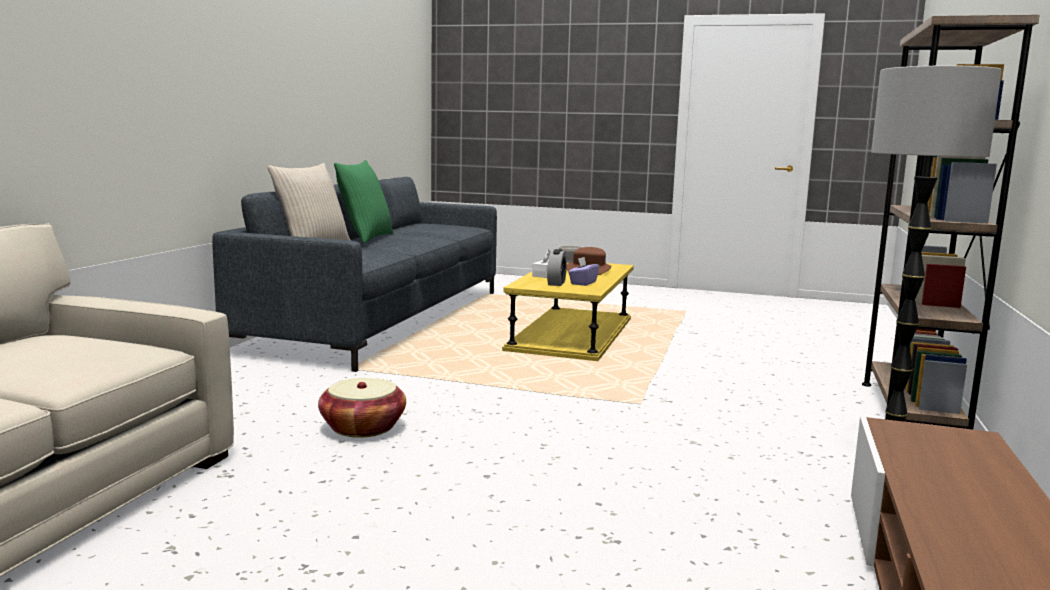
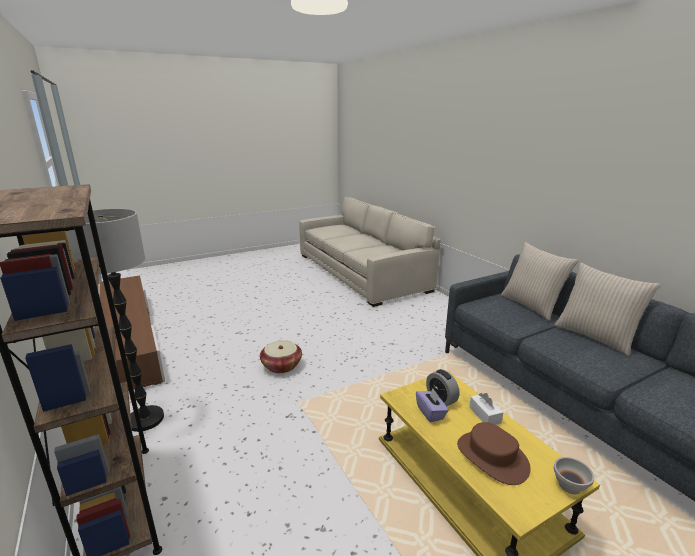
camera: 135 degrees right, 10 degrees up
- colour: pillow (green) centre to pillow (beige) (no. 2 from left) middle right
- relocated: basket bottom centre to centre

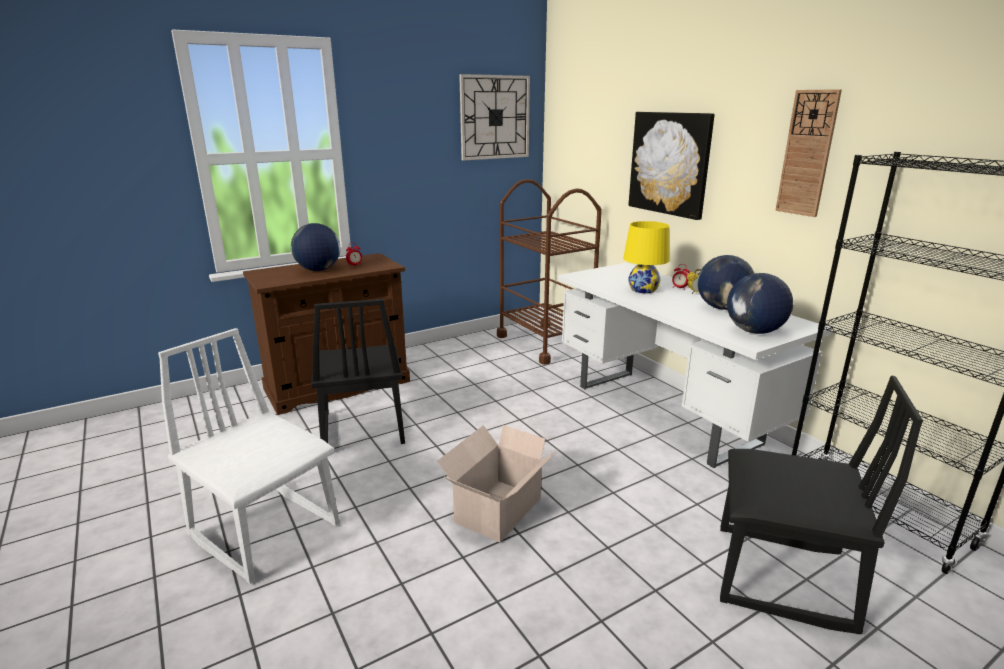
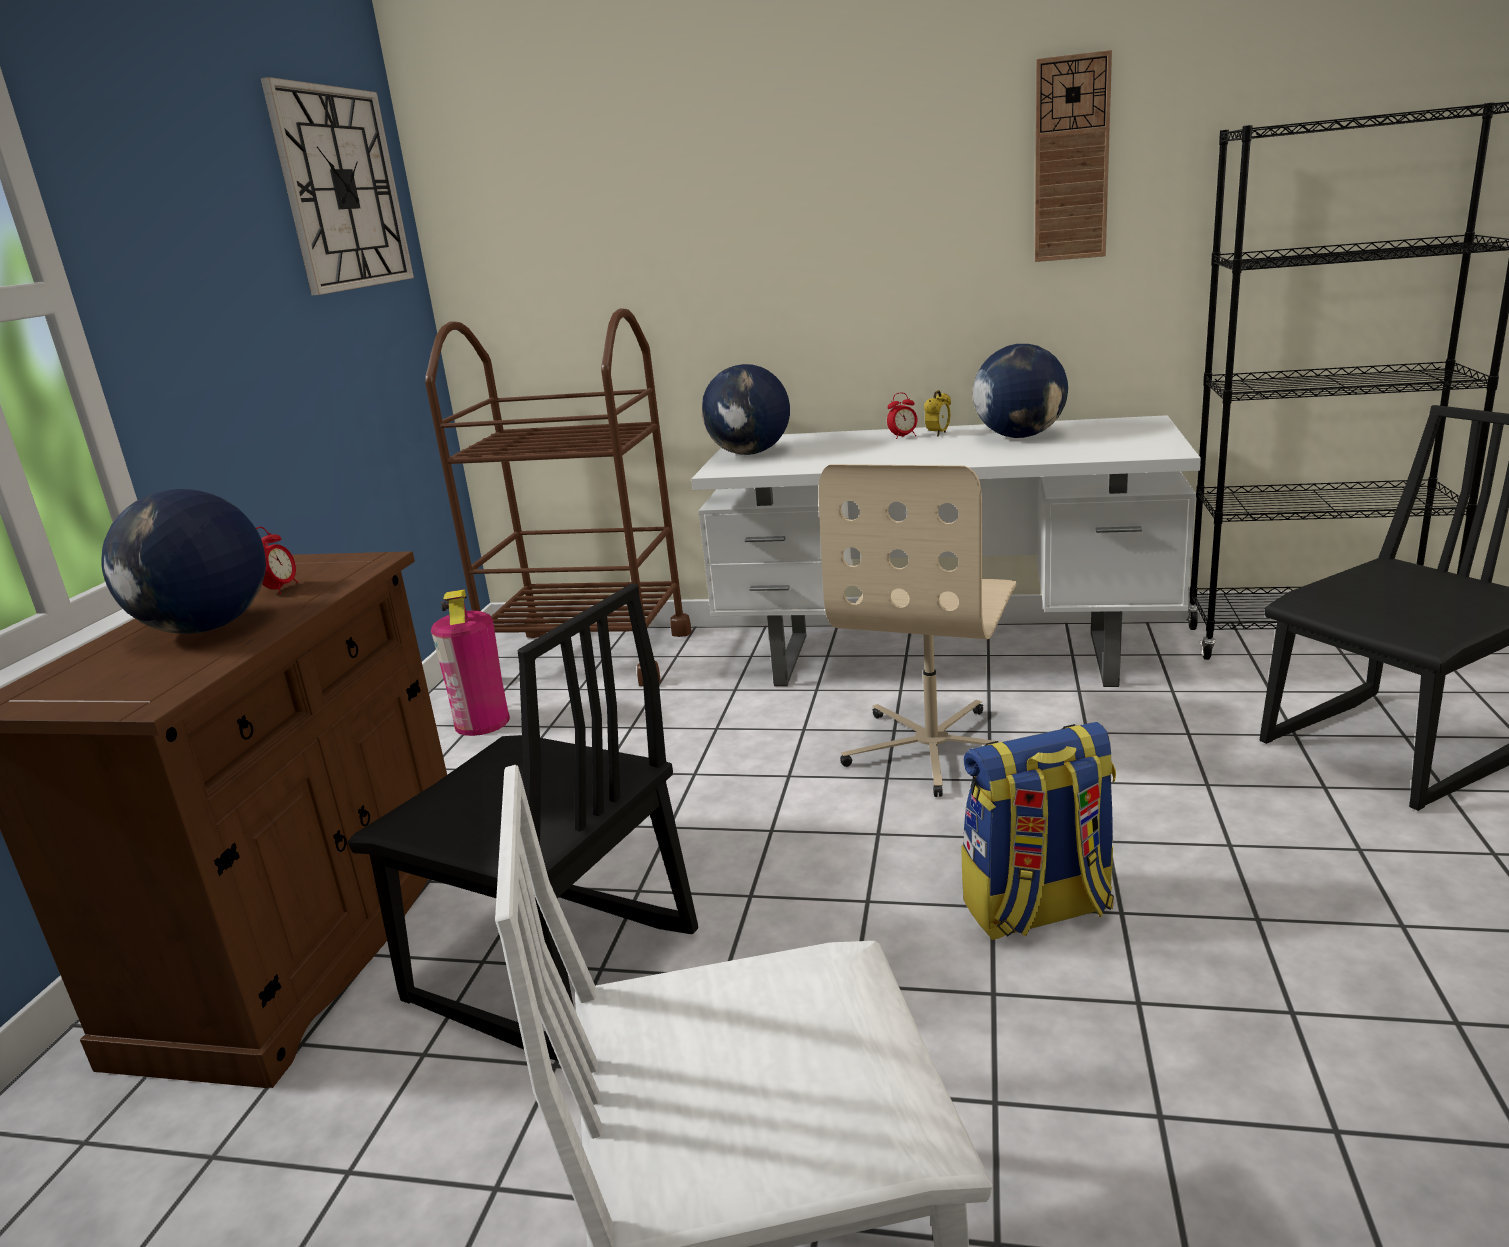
camera: 45 degrees left, 0 degrees up
- missing: picture top right
- missing: table lamp (yellow) centre
- relocated: globe (no. 3 from left in the first image) middle right to globe (no. 2 from left) top centre
- exchanged: cardboard box bottom centre to backpack middle right
- appeared: office chair (beige) centre
- appeared: fire extinguisher middle left

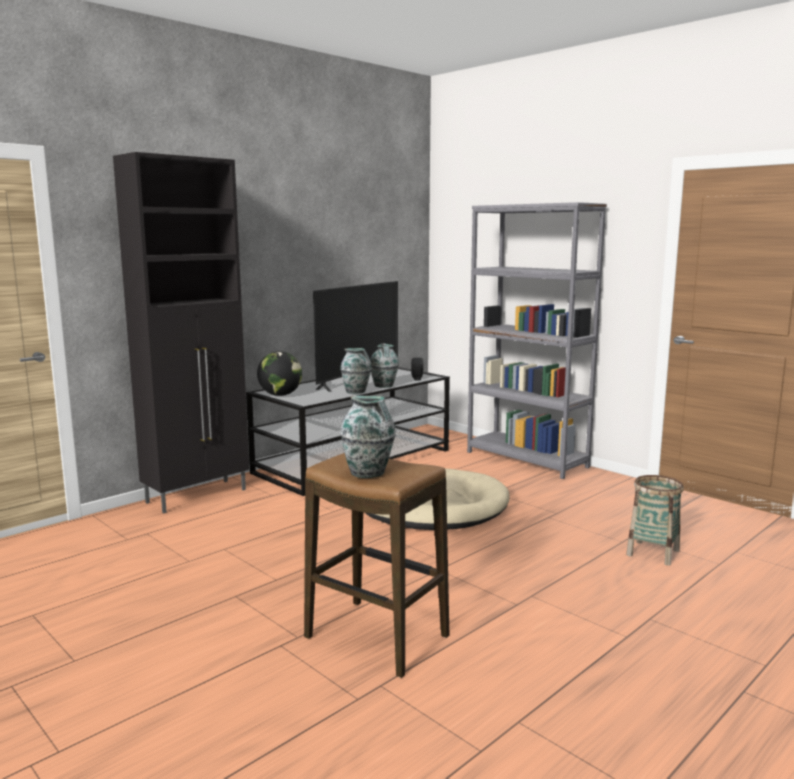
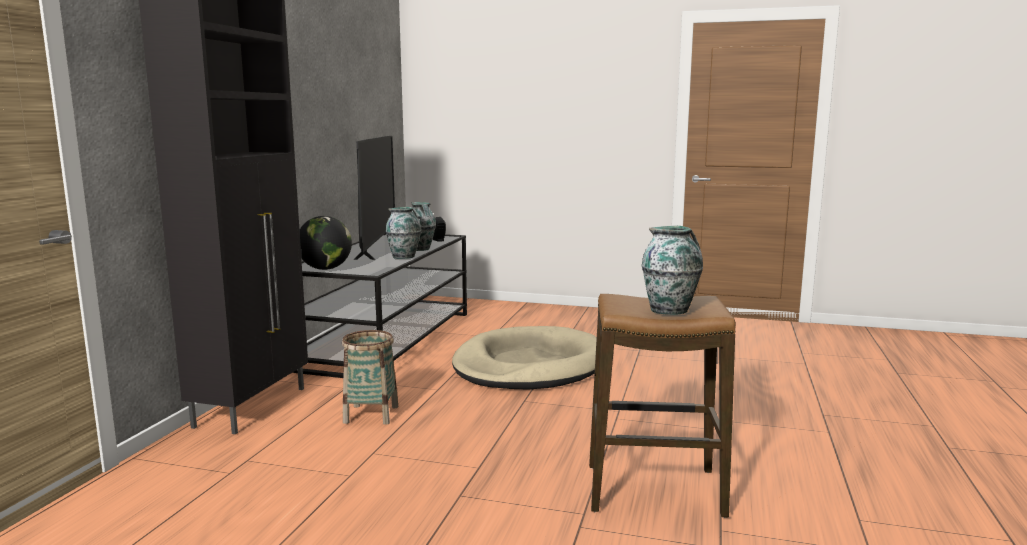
camera: 30 degrees left, 0 degrees up
- missing: bookcase (grey) middle right
- relocated: basket bottom right to bottom centre

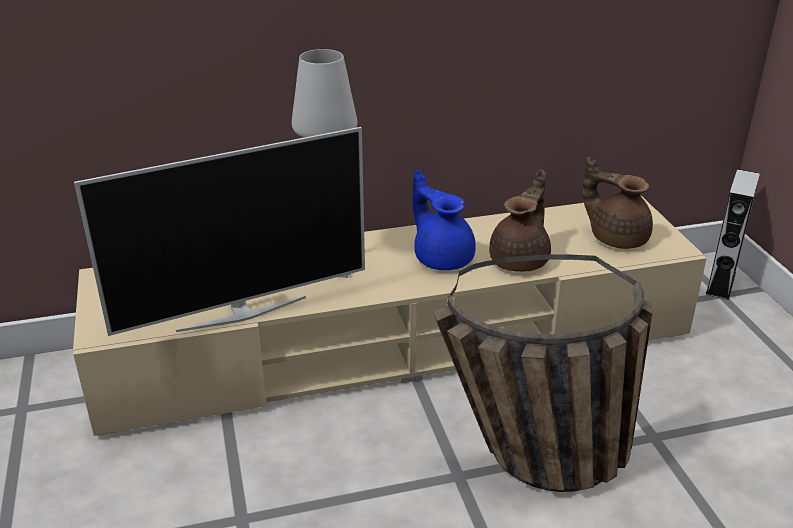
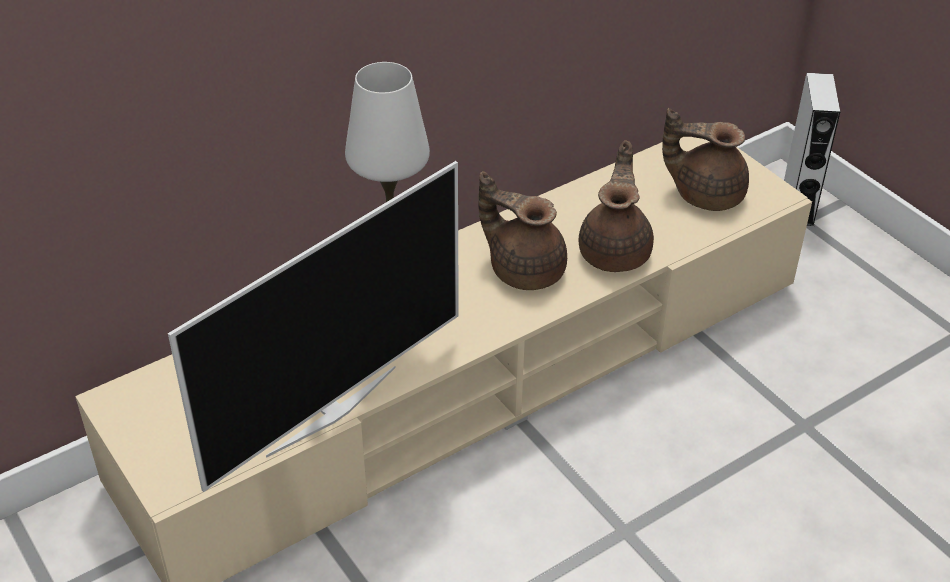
camera: 20 degrees left, 10 degrees up
- colour: teapot (blue) centre to teapot (brown) (no. 1 from left) centre
- missing: basket bottom right

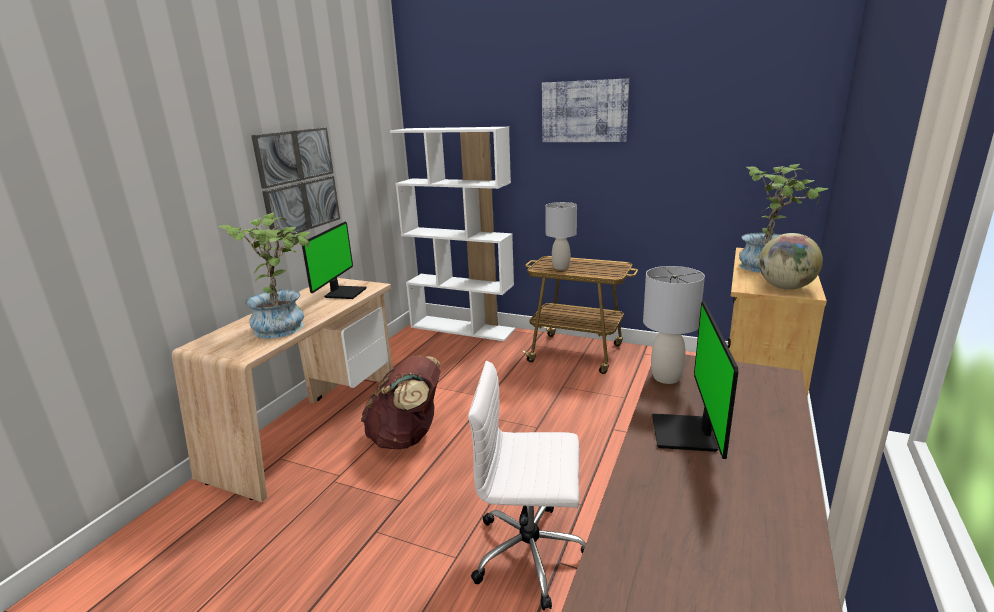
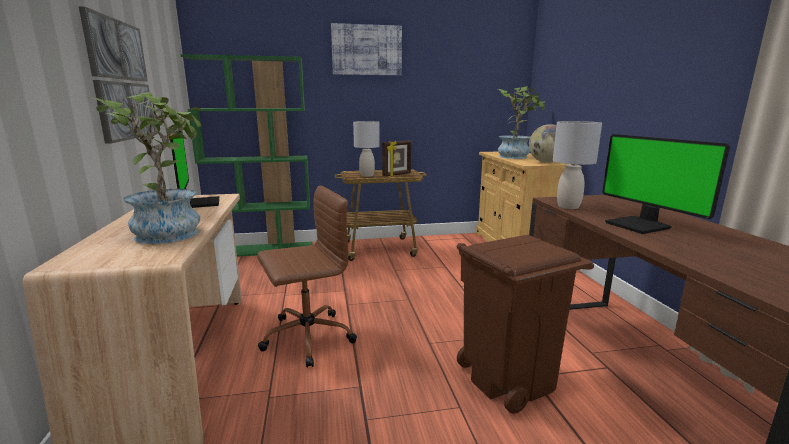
camera: 35 degrees left, 5 degrees down
- colour: bookcase (white) centre to bookcase (green) middle left
- exchanged: backpack (brown) centre to office chair (brown) centre
- exchanged: office chair (white) bottom centre to trash can (brown) bottom centre
- appeared: picture frame centre

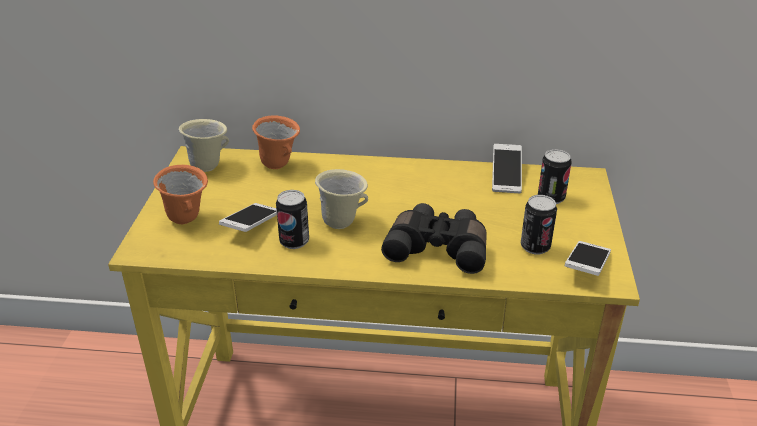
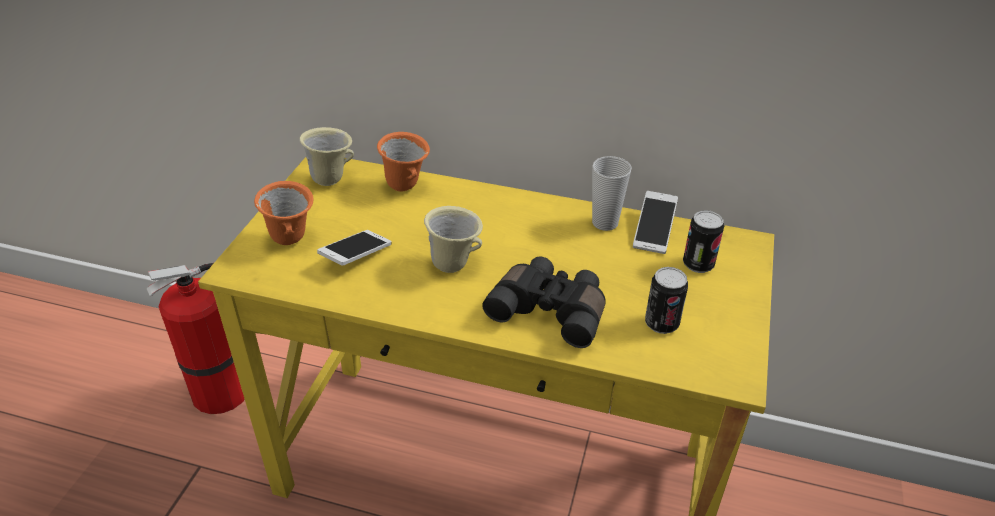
camera: 10 degrees right, 5 degrees up
- missing: can (no. 1 from left) centre
- missing: phone (no. 3 from left) middle right
- appeared: cup centre
- appeared: fire extinguisher middle left

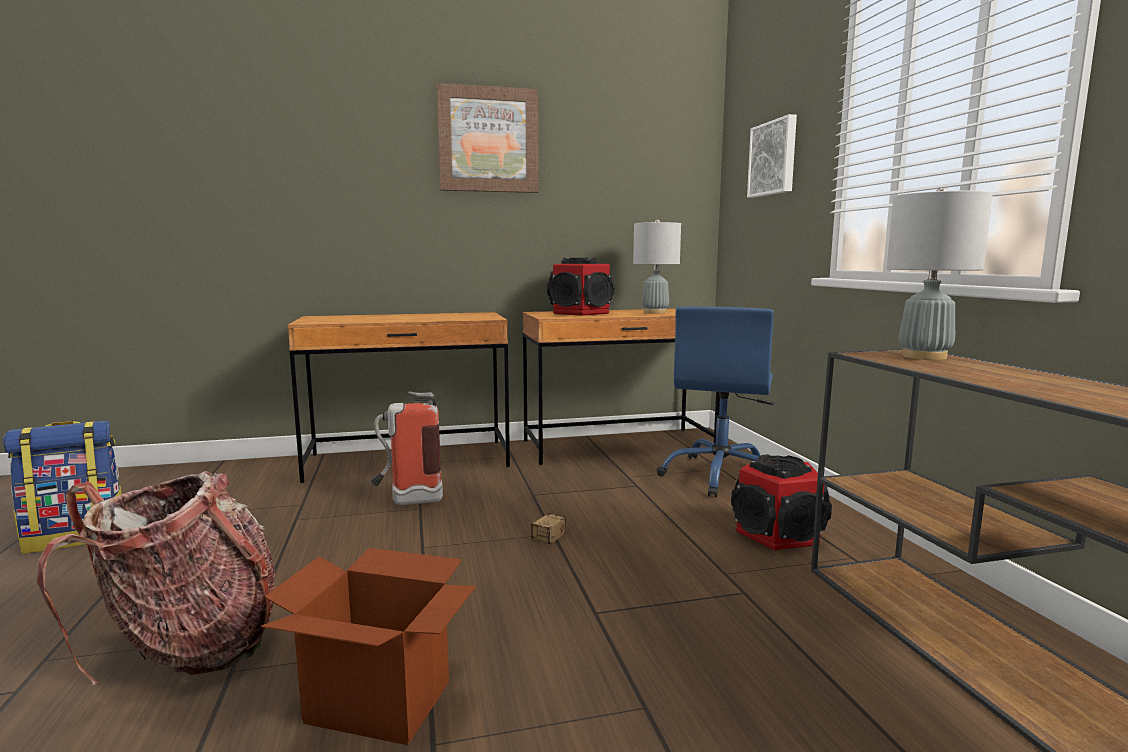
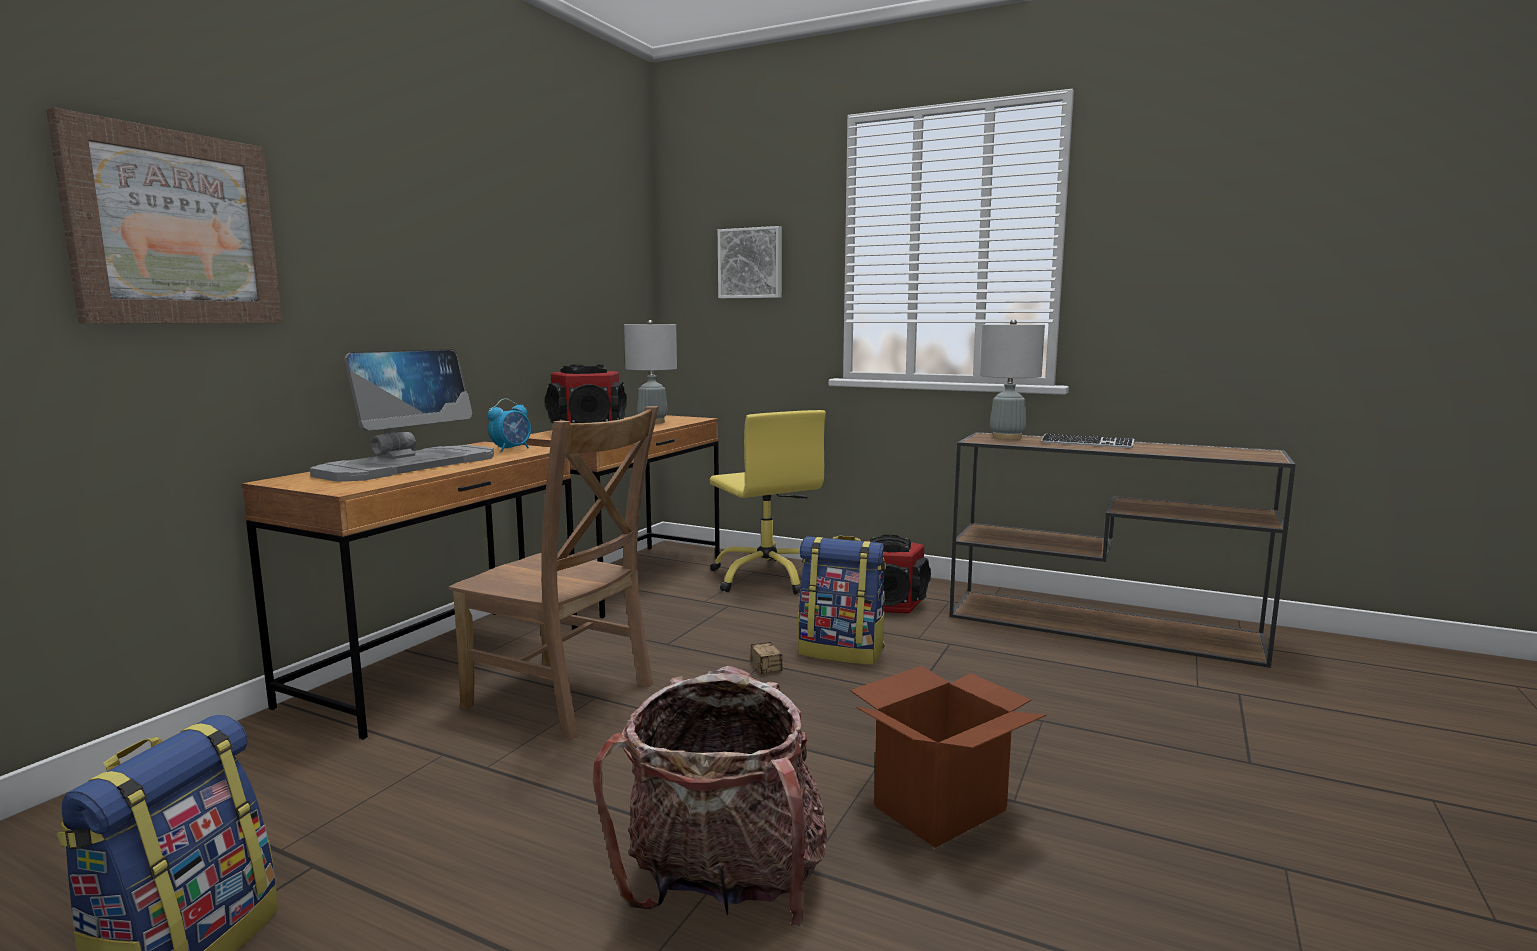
camera: 50 degrees left, 0 degrees up
- relocated: picture (no. 1 from left) top centre to top left
- colour: office chair (blue) centre to office chair (yellow) centre
- exchanged: fire extinguisher centre to chair (brown) centre
- appeared: monitor middle left
- appeared: alarm clock middle left
- appeared: keyboard middle right
- appeared: backpack (no. 3 from left) centre

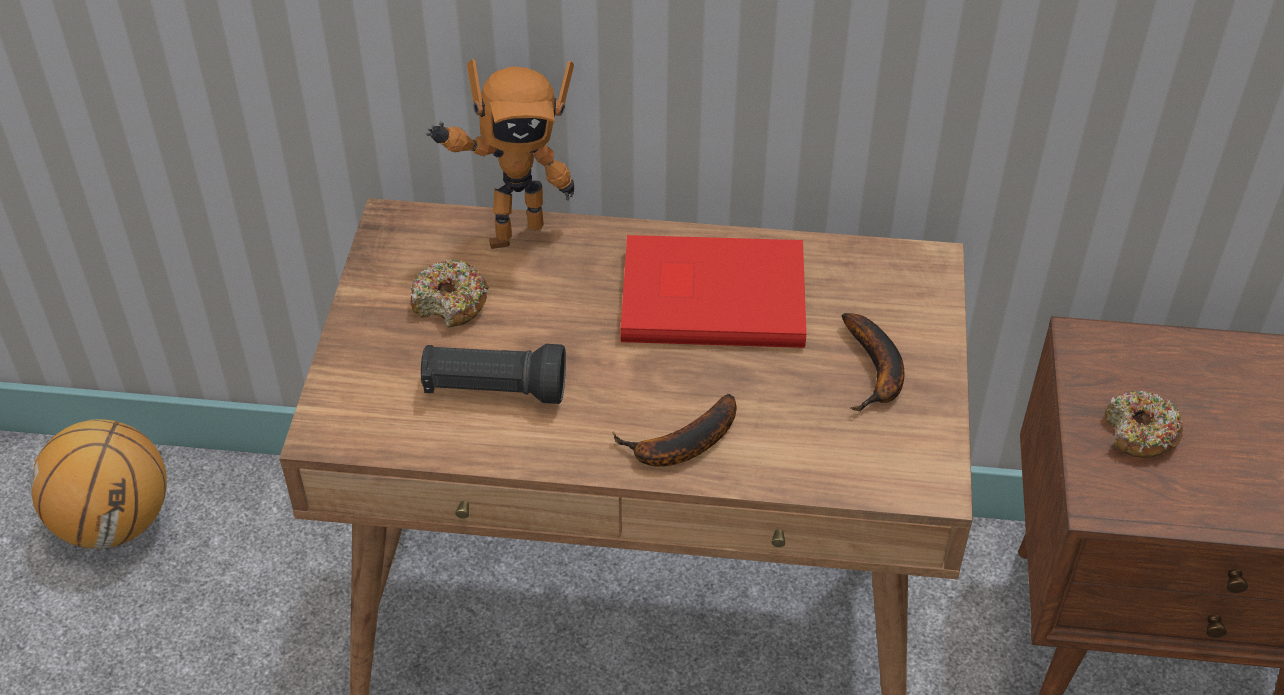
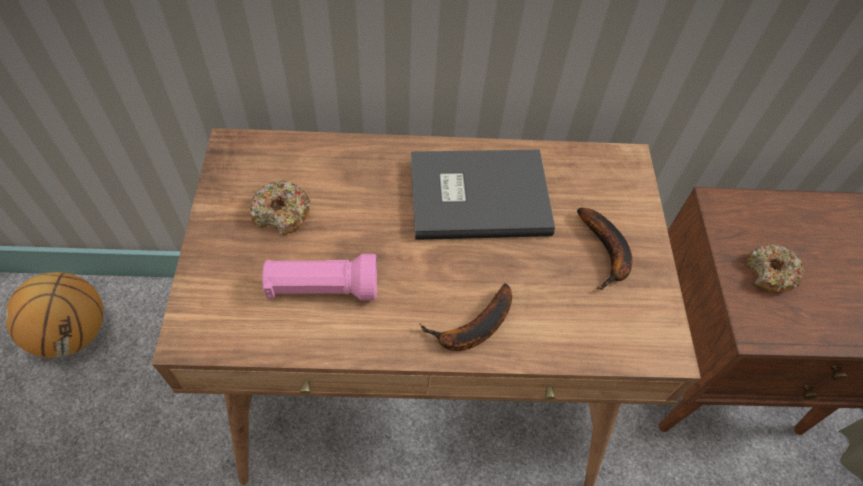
camera: 10 degrees left, 10 degrees up
- missing: toy robot top centre
- colour: book (red) centre to book (grey) centre
- colour: flashlight (black) centre to flashlight (pink) centre

